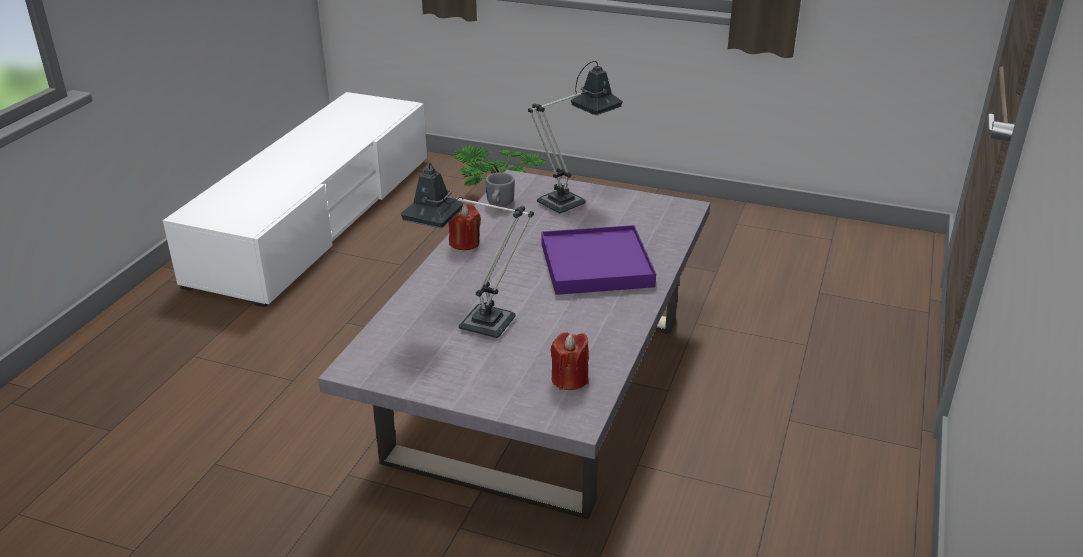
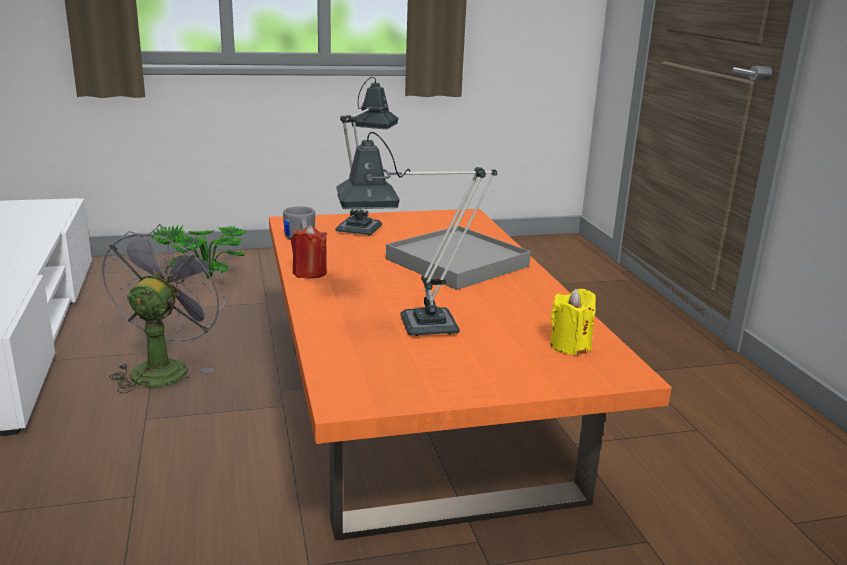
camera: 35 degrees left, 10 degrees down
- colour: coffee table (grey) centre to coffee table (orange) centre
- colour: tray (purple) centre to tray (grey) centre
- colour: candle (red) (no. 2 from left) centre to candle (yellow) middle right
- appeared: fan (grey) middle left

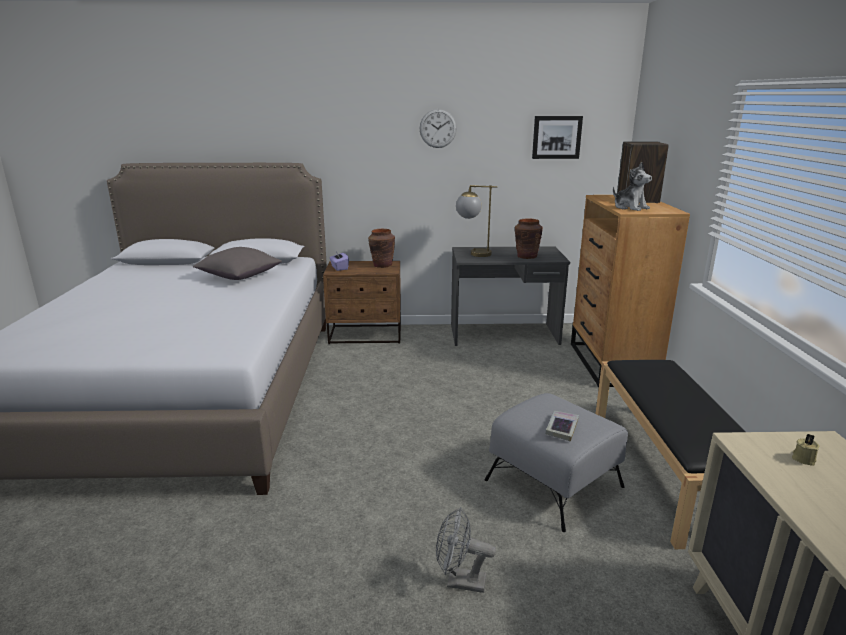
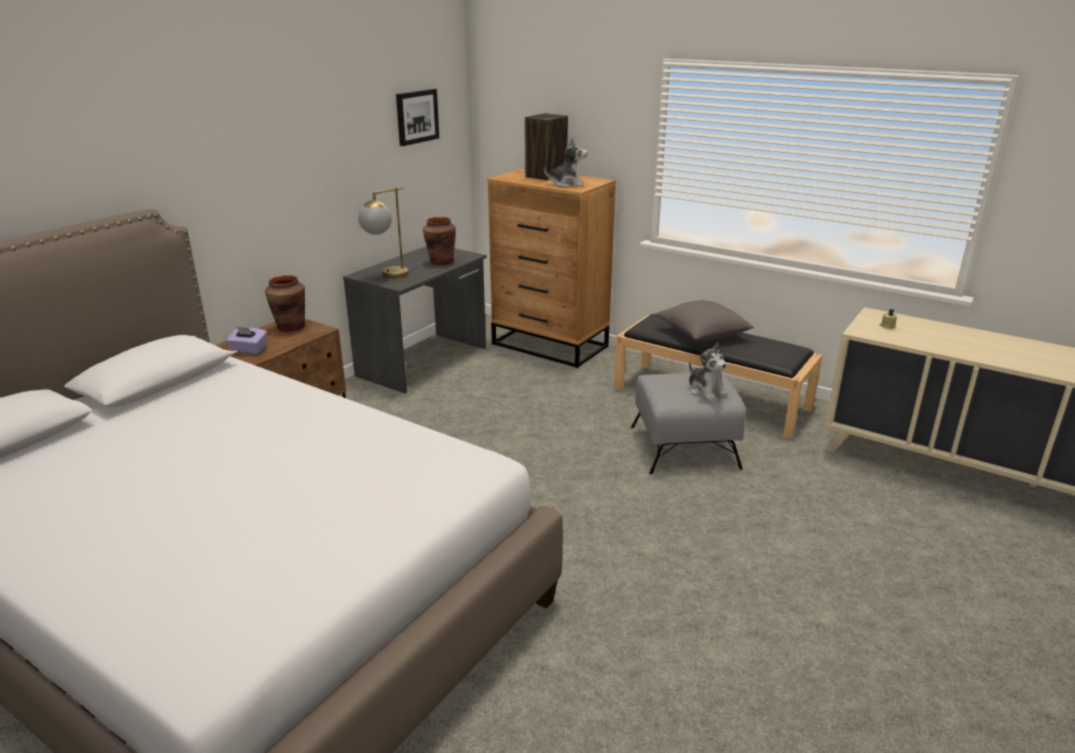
camera: 55 degrees left, 5 degrees up
- missing: wall clock top centre
- relocated: pillow (grey) middle left to centre
- exchanged: book bottom centre to plush toy (no. 2 from left) centre
- missing: fan (grey) bottom centre

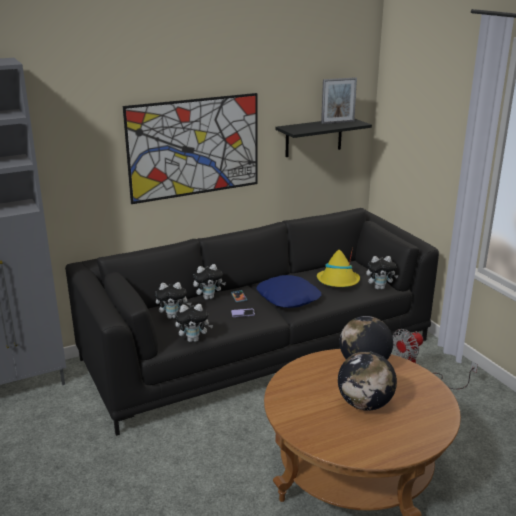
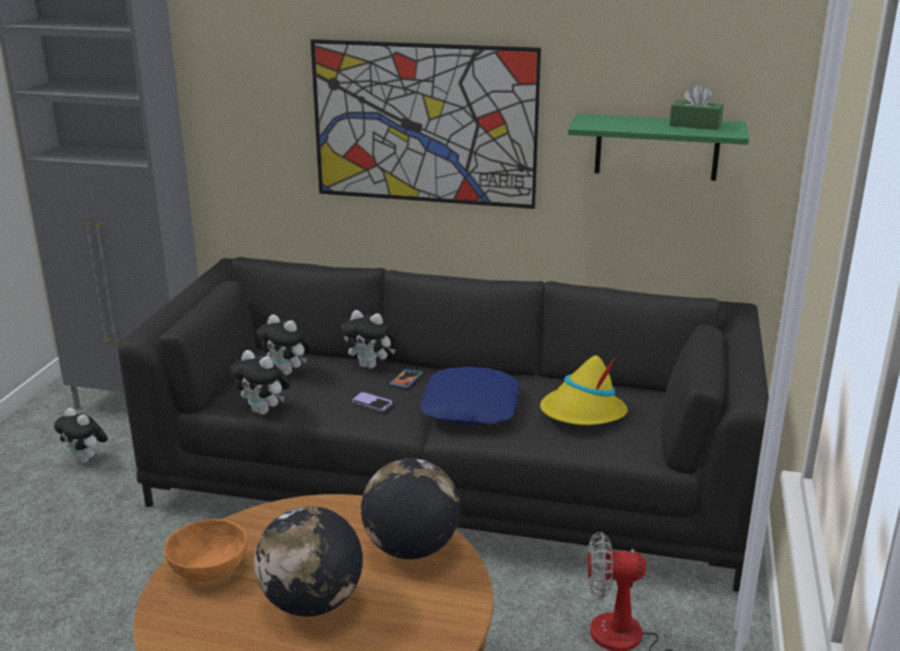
camera: 40 degrees right, 0 degrees up
- exchanged: picture frame top centre to tissue box (green) top right
- colour: shelf (black) top centre to shelf (green) top right
- relocated: plush toy (no. 4 from left in the first image) middle right to plush toy (no. 1 from left) bottom left
- appeared: bowl (orange) bottom left

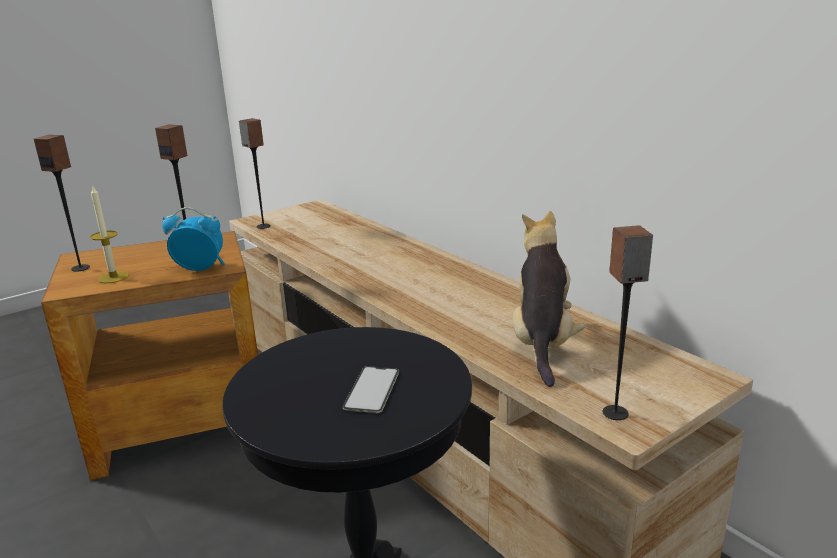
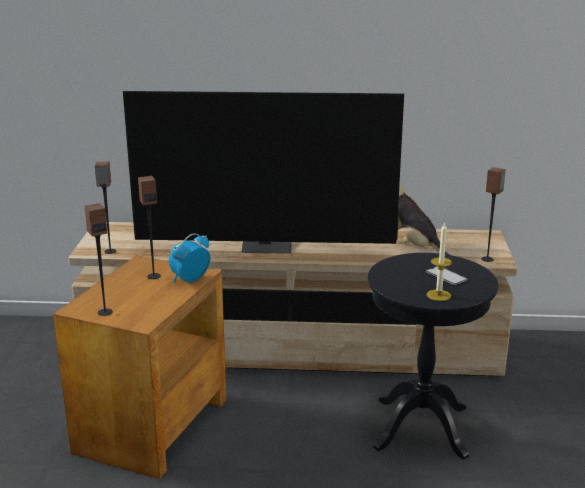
camera: 50 degrees left, 0 degrees up
- relocated: candle middle left to middle right
- appeared: television centre

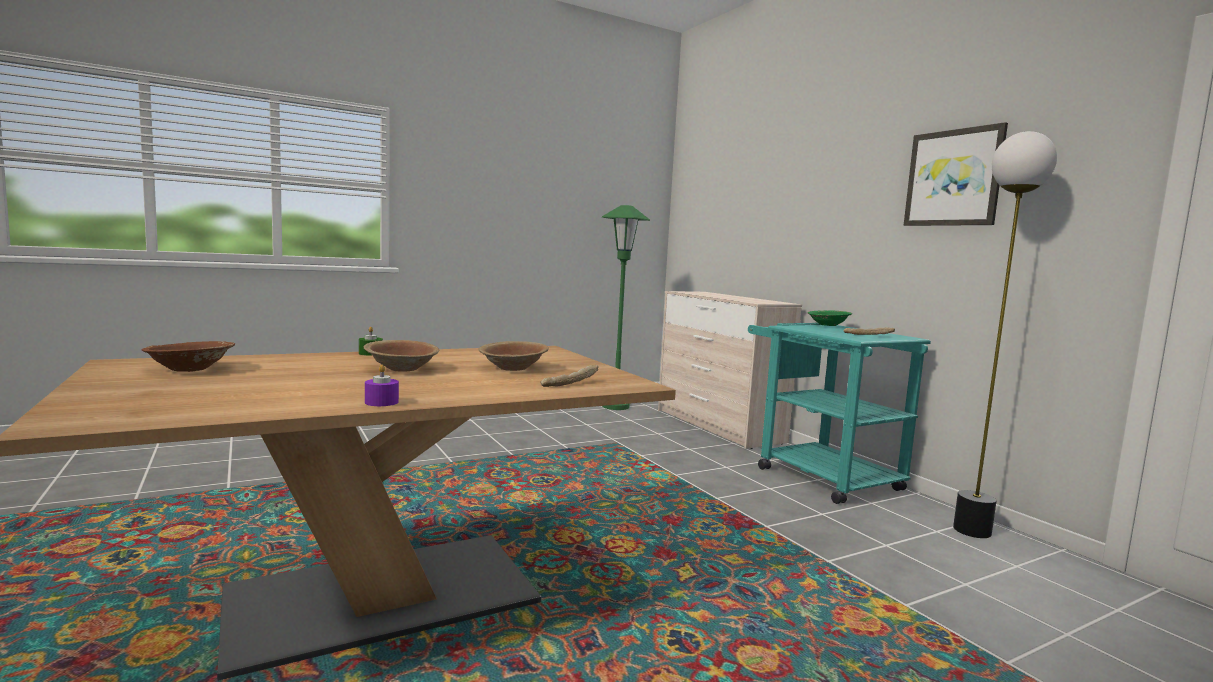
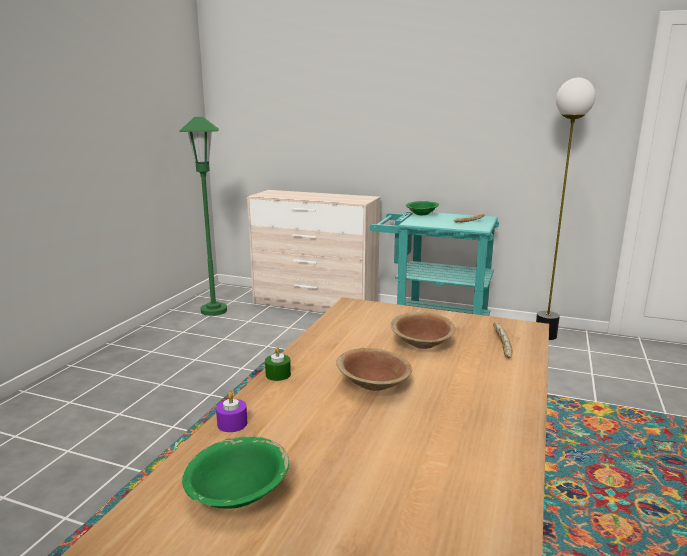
camera: 40 degrees left, 10 degrees up
- missing: picture top right
- colour: bowl (brown) (no. 1 from left) middle left to bowl (green) (no. 1 from left) bottom centre
- relocated: candle (purple) middle left to bottom centre

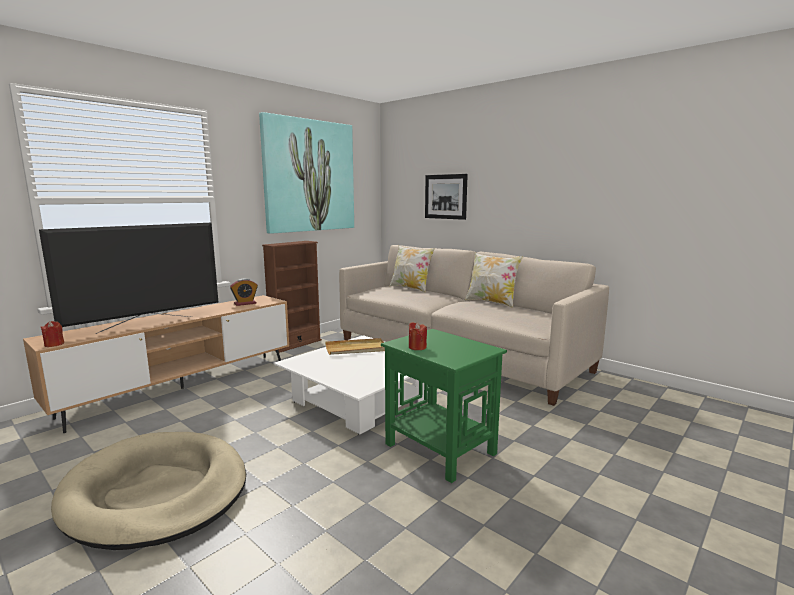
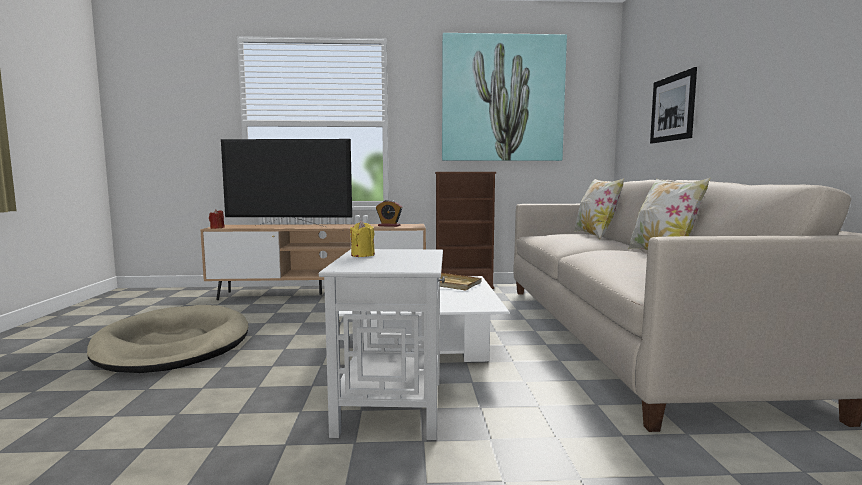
camera: 45 degrees right, 5 degrees down
- colour: candle (red) (no. 2 from left) centre to candle (yellow) centre
- colour: side table (green) bottom centre to side table (white) bottom centre

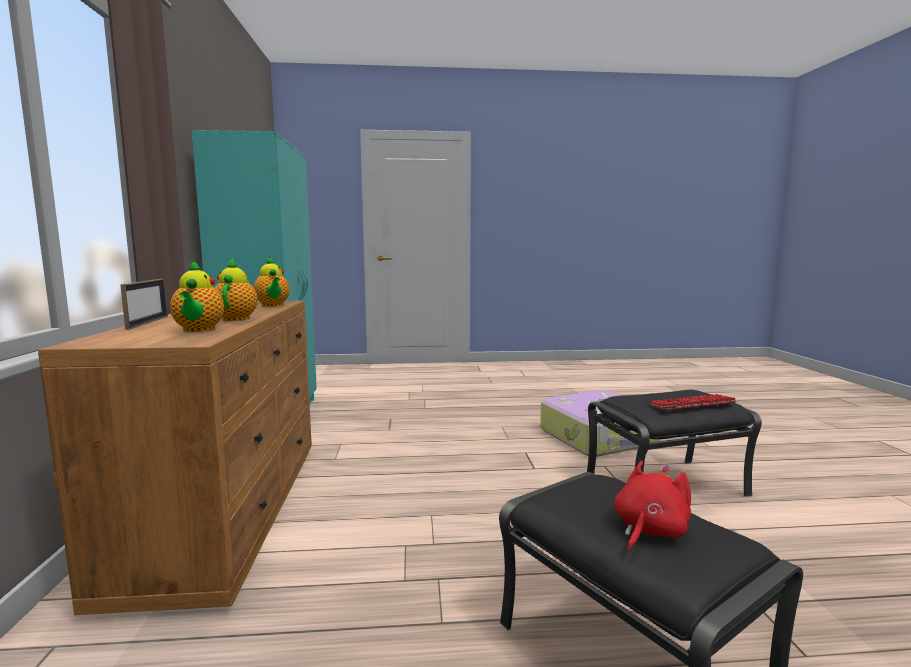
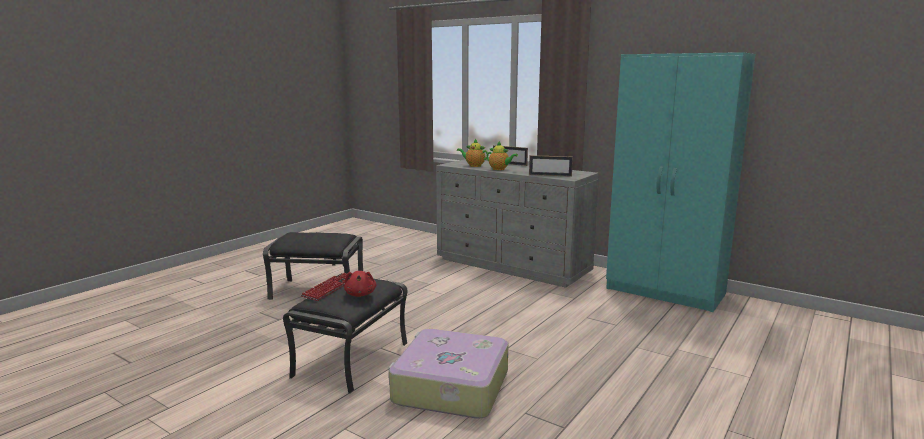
camera: 130 degrees right, 5 degrees up
- exchanged: teapot (no. 3 from left) middle left to picture frame (no. 2 from left) centre
- colour: dresser (brown) bottom left to dresser (grey) centre
- relocated: plush toy (red) bottom right to centre

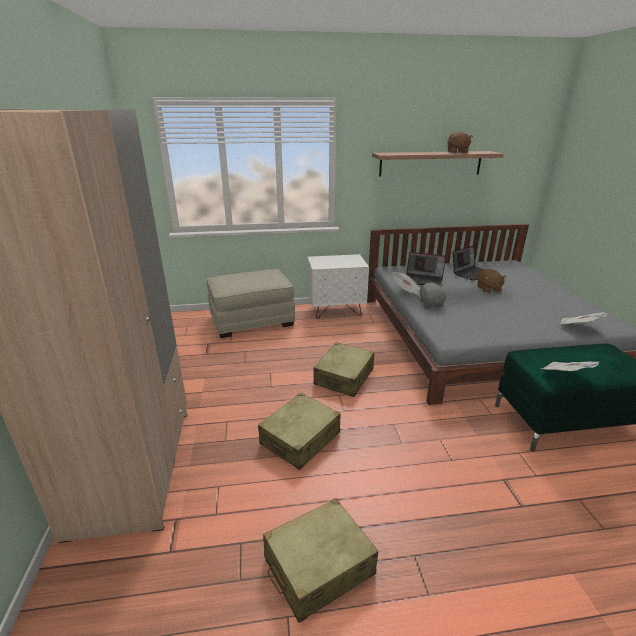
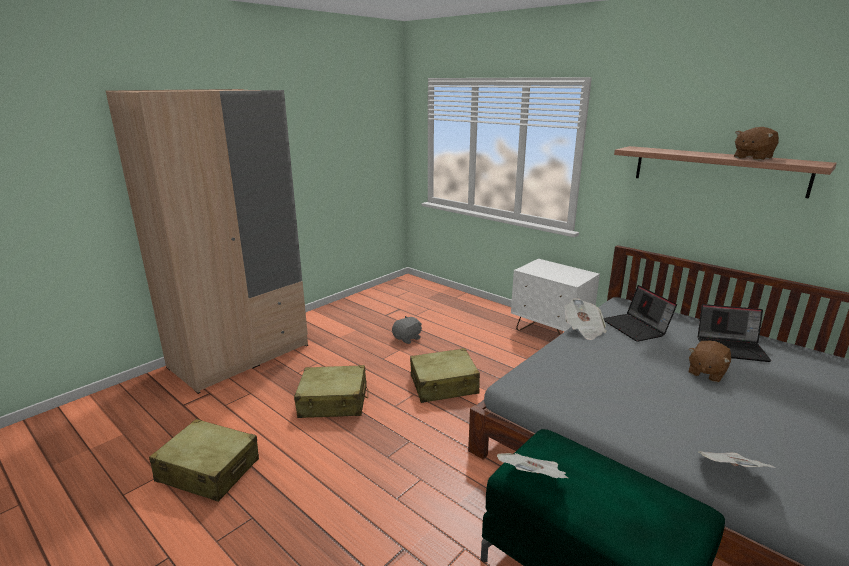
camera: 50 degrees right, 5 degrees down
- missing: ottoman (beige) centre
- relocated: plush toy (grey) middle right to centre

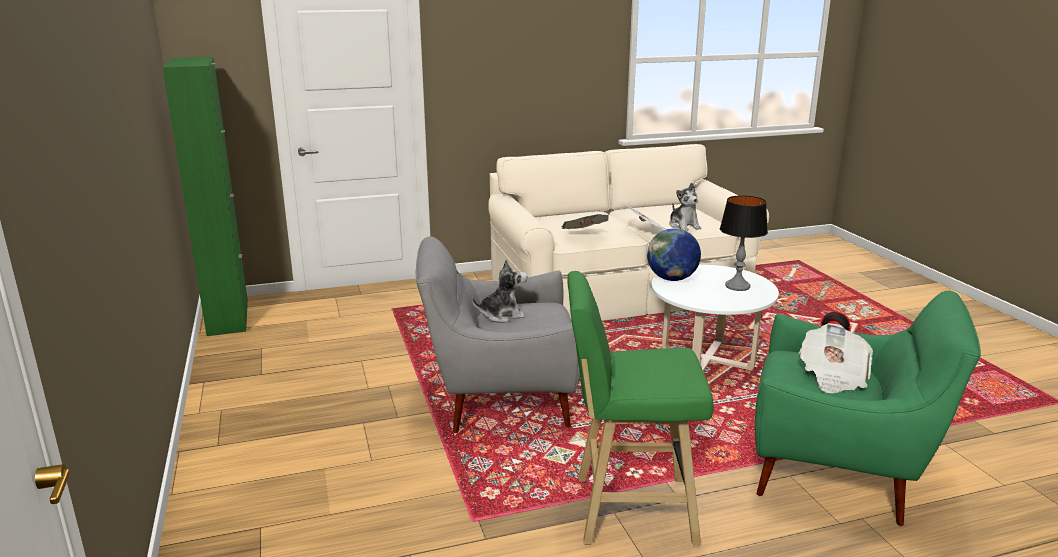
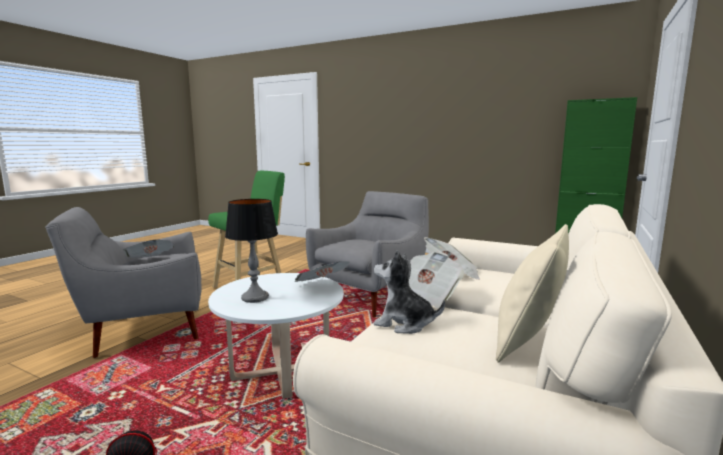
camera: 135 degrees right, 10 degrees down
- exchanged: globe centre to newspaper (no. 2 from left) centre
- missing: plush toy (no. 1 from left) centre
- colour: armchair (green) bottom right to armchair (grey) (no. 1 from left) middle left
- appeared: pillow (beige) middle right

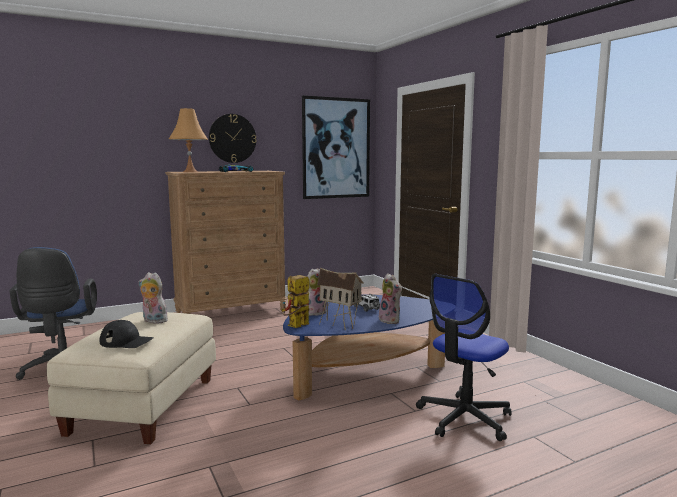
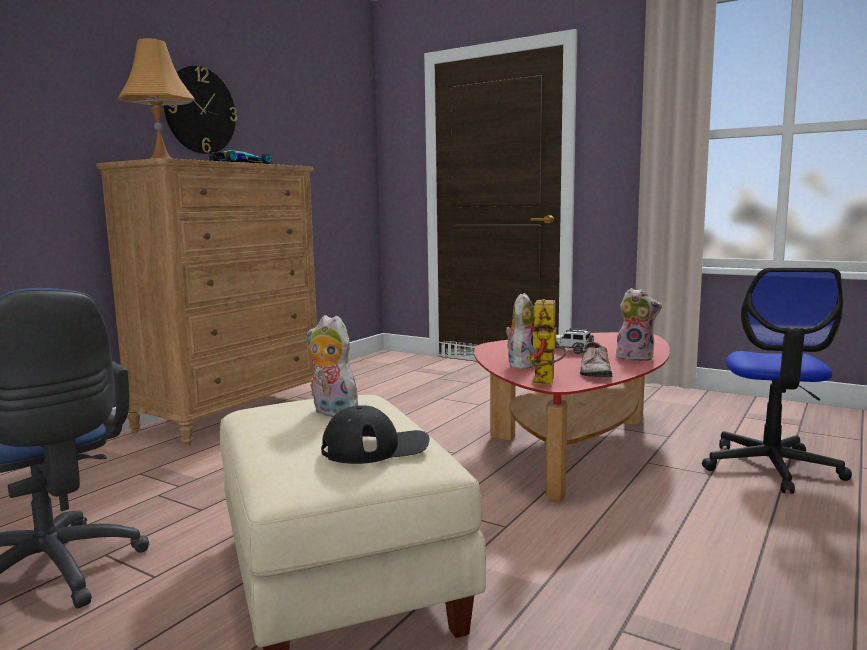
camera: 30 degrees left, 0 degrees up
- missing: picture top centre
- exchanged: toy house centre to shoe middle right
- spun: plush toy (no. 1 from left) middle left = centre 45 degrees clockwise
- colour: coffee table (blue) bottom centre to coffee table (red) centre

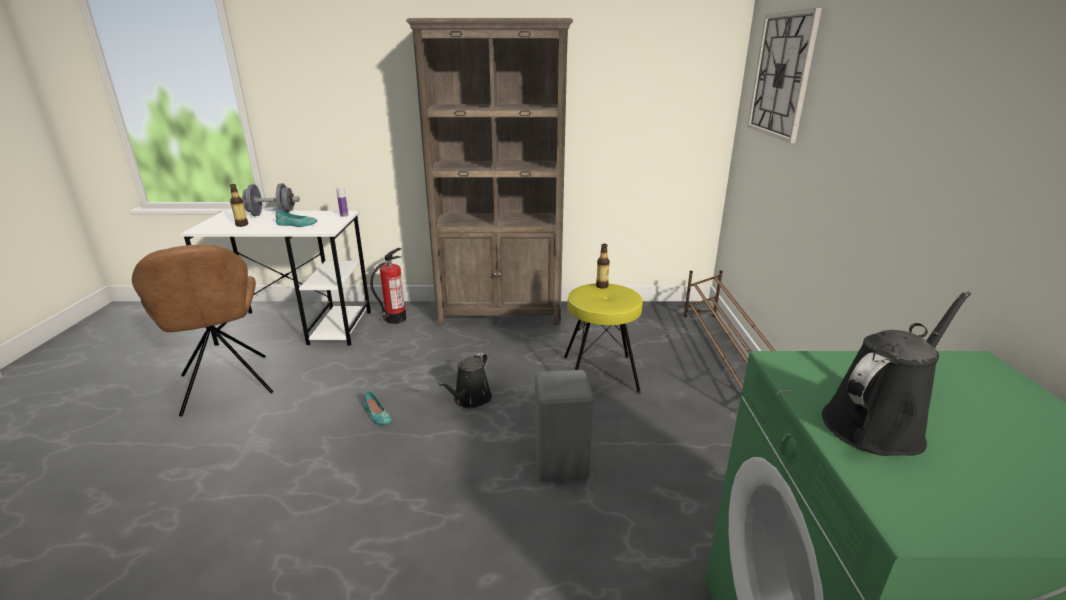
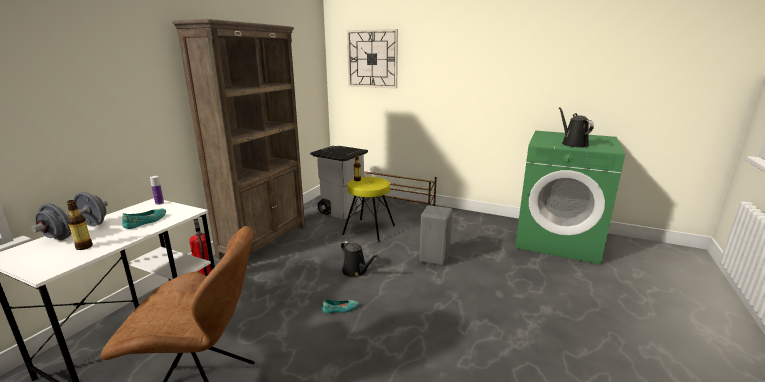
camera: 65 degrees left, 5 degrees down
- appeared: trash can (grey) centre

